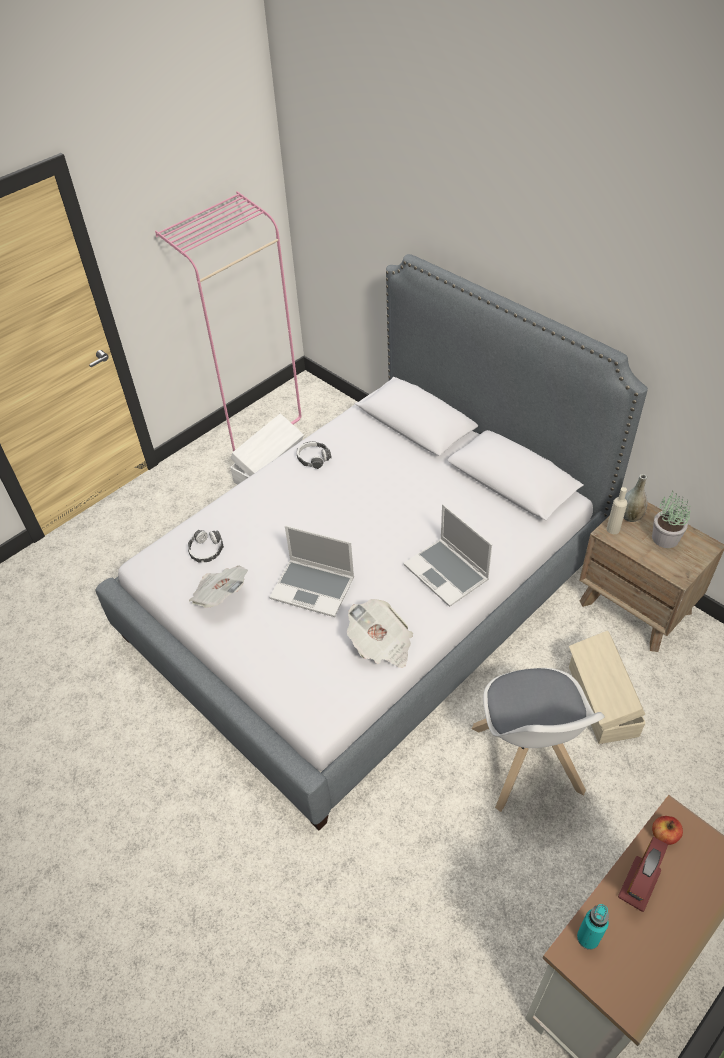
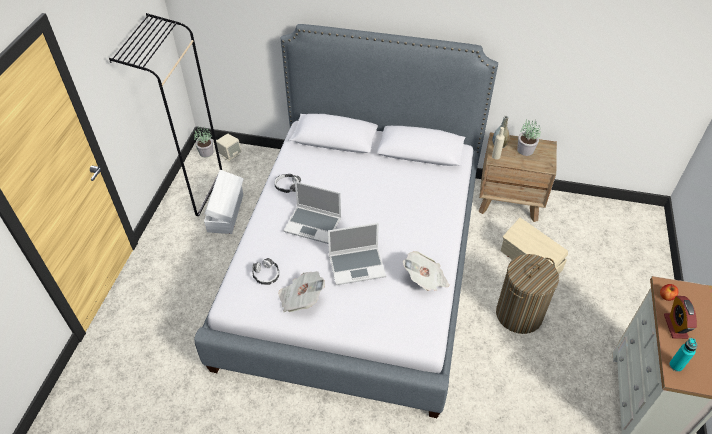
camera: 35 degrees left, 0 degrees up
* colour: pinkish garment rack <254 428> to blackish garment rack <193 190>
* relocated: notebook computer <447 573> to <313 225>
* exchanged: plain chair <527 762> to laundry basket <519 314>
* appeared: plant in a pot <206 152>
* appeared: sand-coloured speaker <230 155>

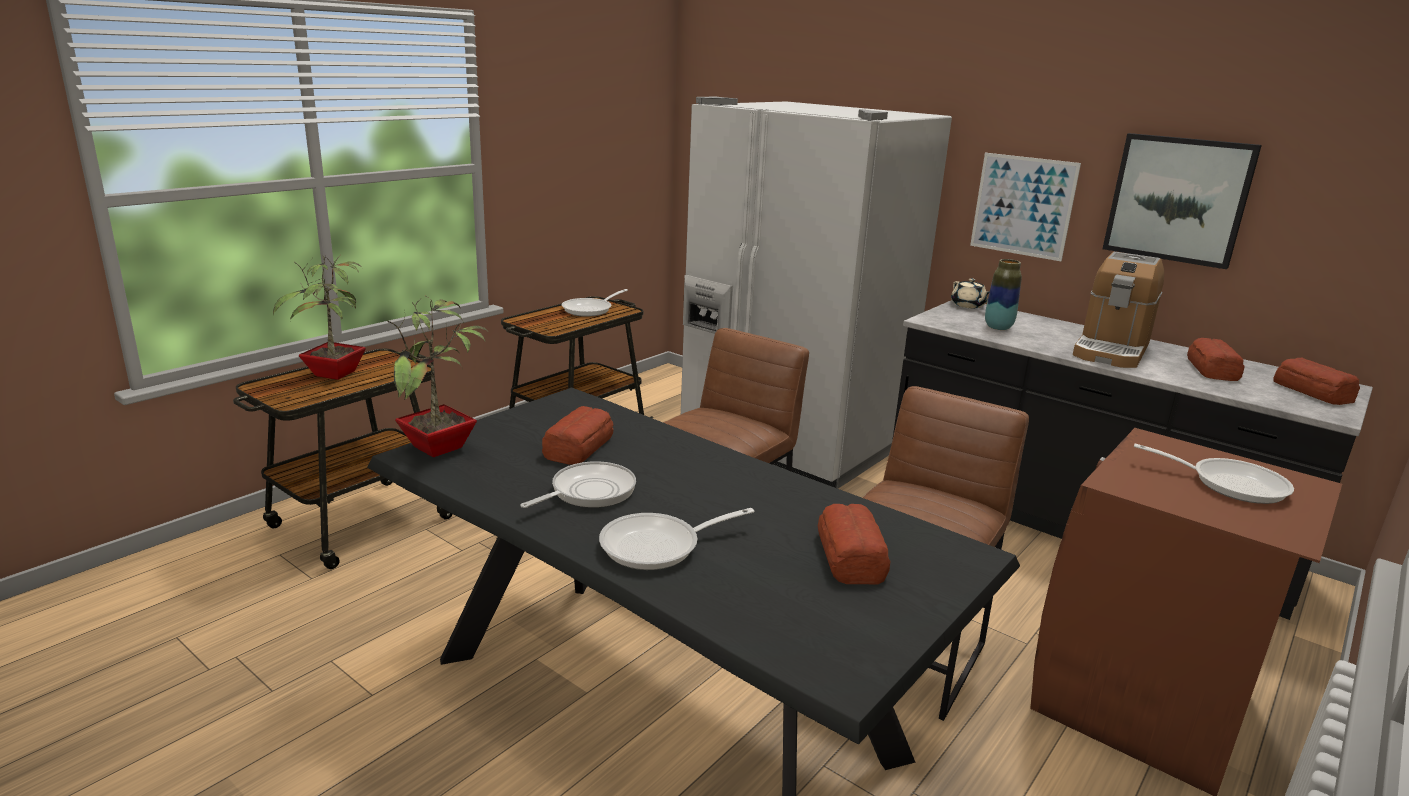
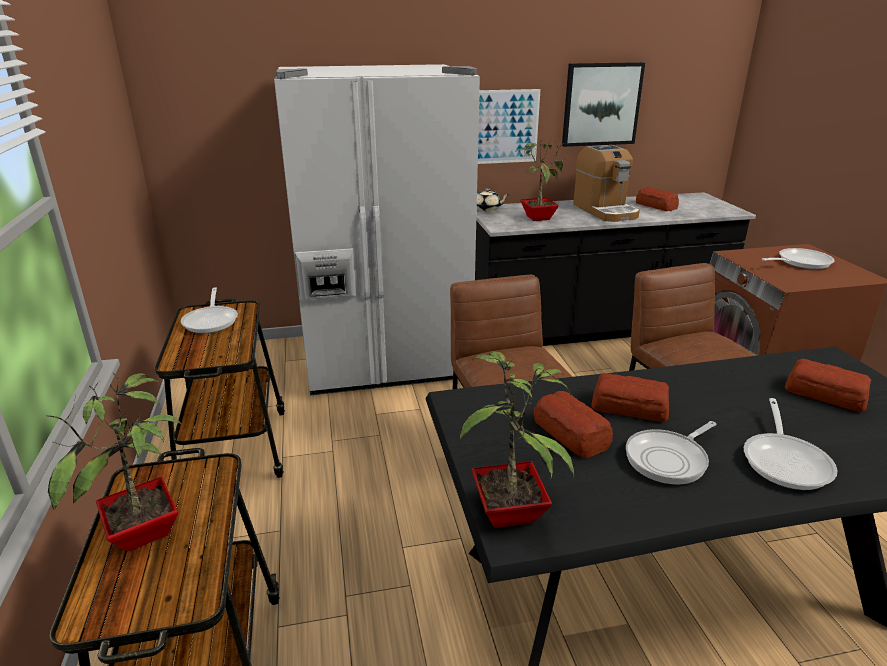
camera: 50 degrees left, 5 degrees up
* exchanged: vase <998 327> to plant in a pot <537 217>
* relocated: baked bread <1312 391> to <628 406>
* spun: frying pan <588 492> = <669 459> 120 degrees counterclockwise

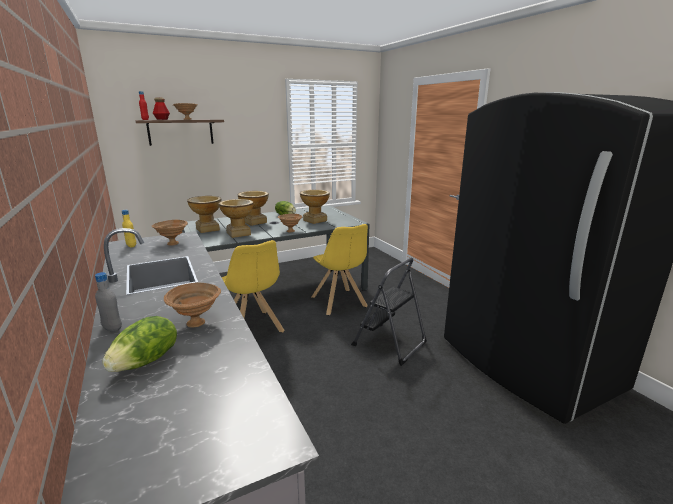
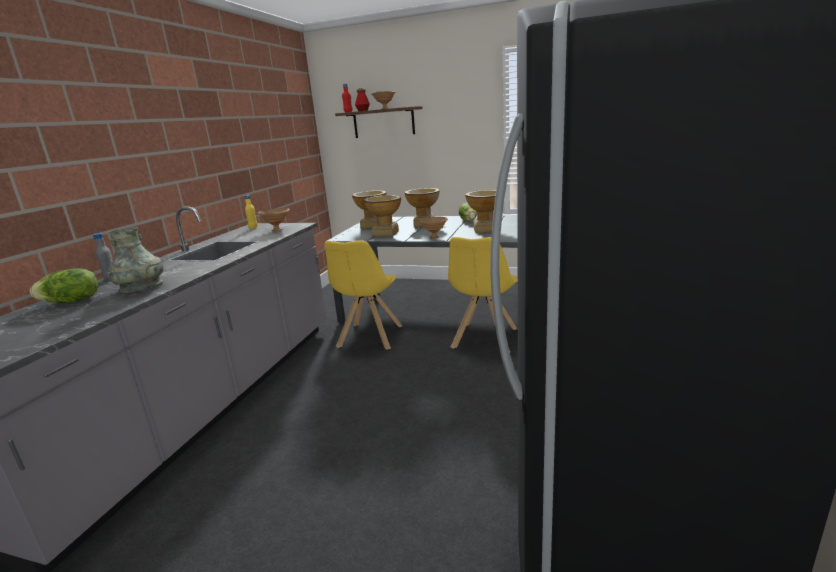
camera: 45 degrees right, 0 degrees up
* missing: blackish step ladder <391 344>
* exchanged: brown serving bowl <197 322> to gray vase <141 287>

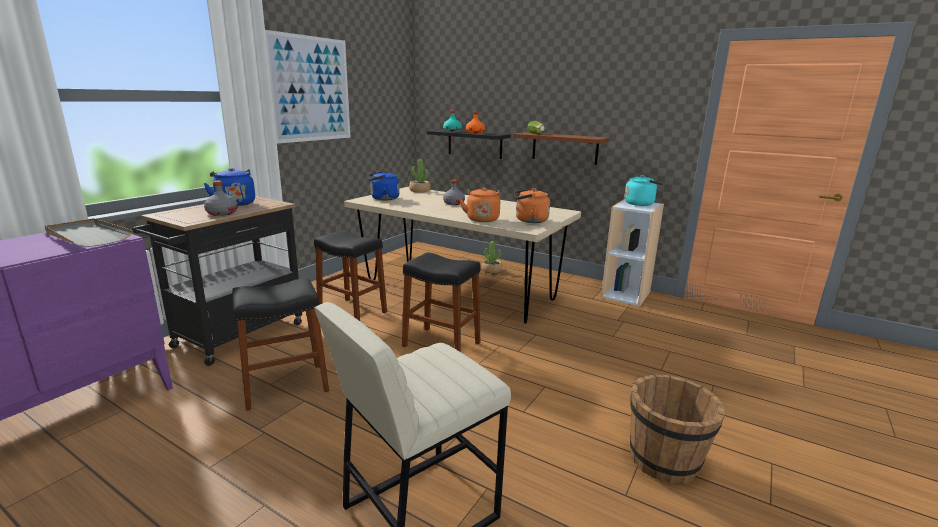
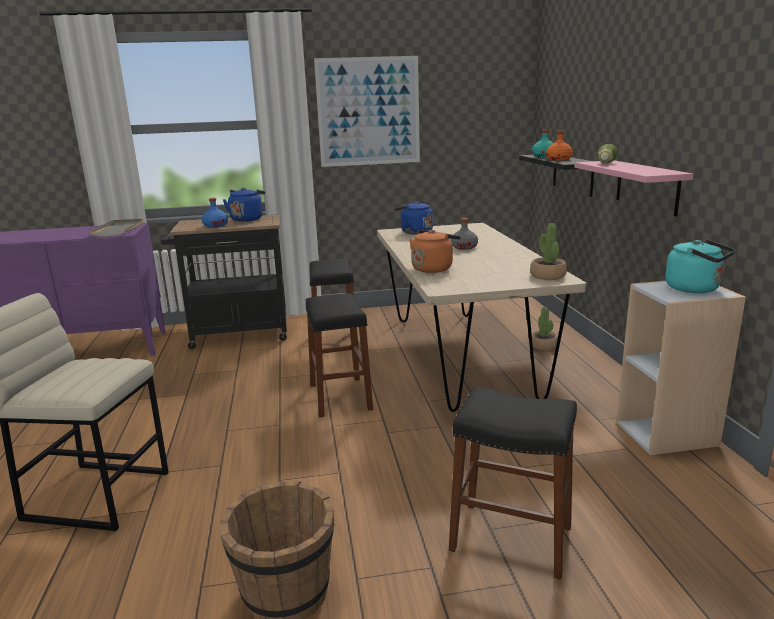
camera: 50 degrees right, 0 degrees up
* colour: brown wall shelf <564 148> to pinkish wall shelf <647 186>
* relocated: plant in a pot <419 191> to <547 276>
* colour: gray bottle <222 213> to blue-coloured bottle <215 225>
* missing: orangey tea kettle <529 220>
* relocated: blackish sitting stool <285 385> to <511 538>

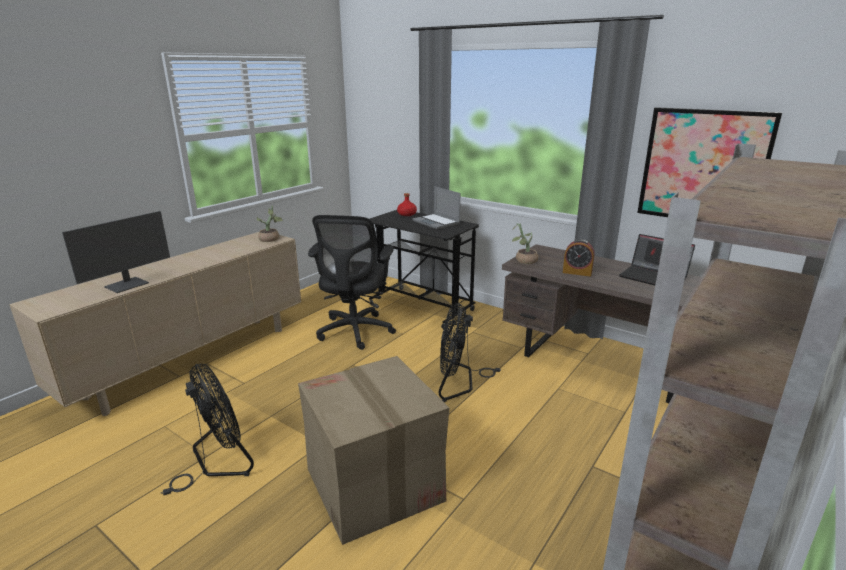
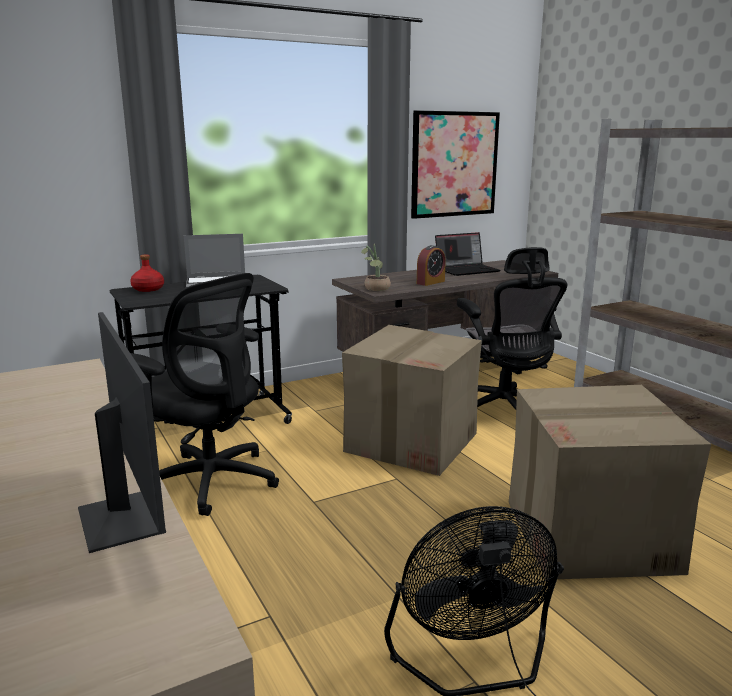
camera: 65 degrees left, 5 degrees down
* missing: plant in a pot <271 240>
* exchanged: blackish electric fan <459 378> to packing box <412 442>
* appeared: desk chair <503 411>

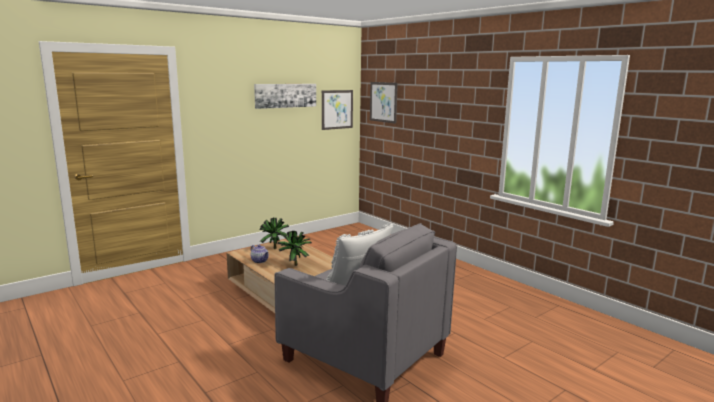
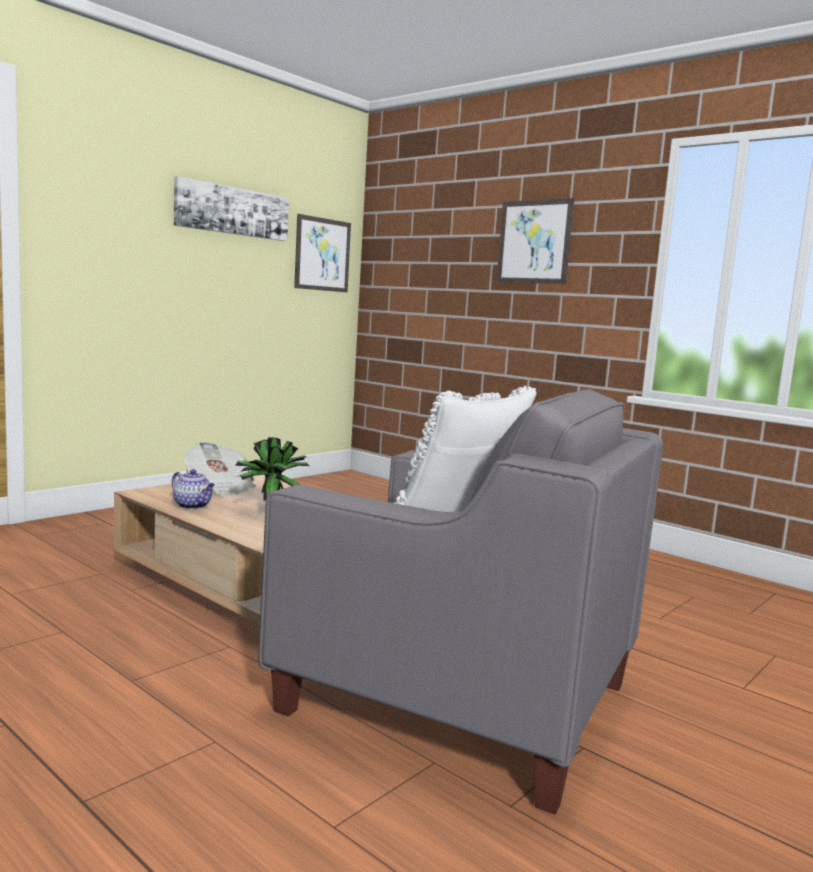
camera: 10 degrees left, 5 degrees down
* relocated: wall picture <383 102> to <534 241>
* exchanged: plant in a pot <275 249> to daily paper <219 488>

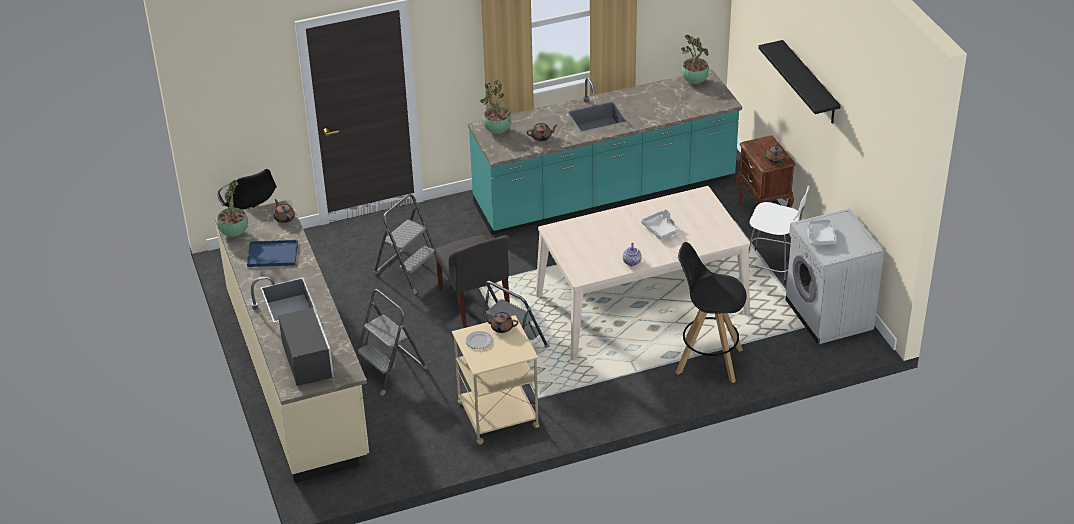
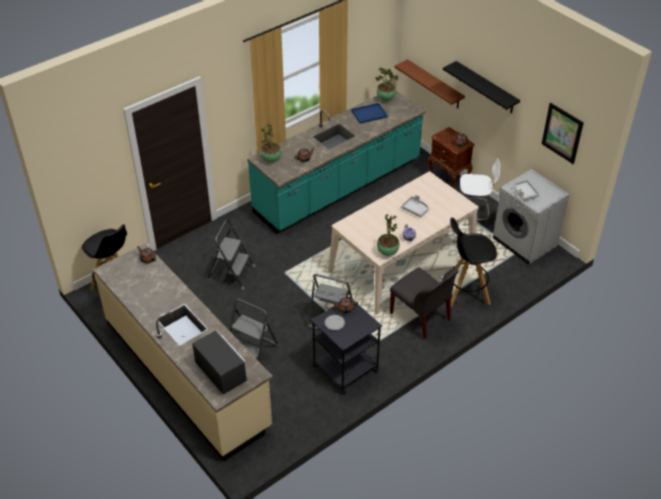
camera: 20 degrees left, 5 degrees up
* relocated: plant in a pot <234 233> to <387 252>
* relocated: gray plain chair <475 302> to <421 317>
* relocated: blue-coloured tray <271 255> to <368 114>
* colour: sand-coloured trolley <497 415> to blackish trolley <345 369>
* appeared: brown wall shelf <434 85>
* appeared: wall picture <562 133>

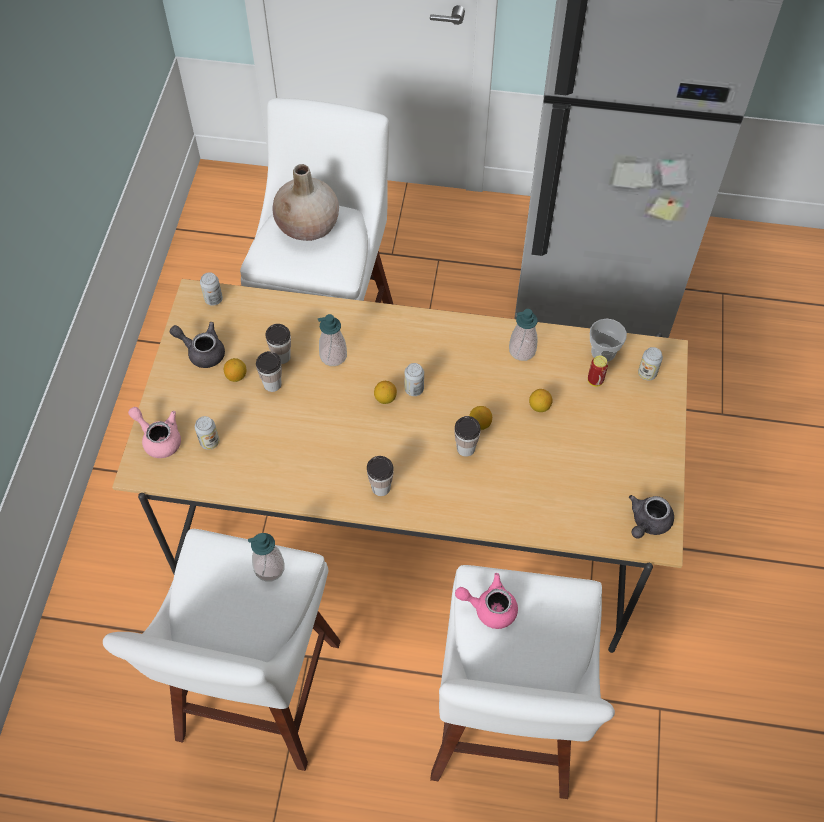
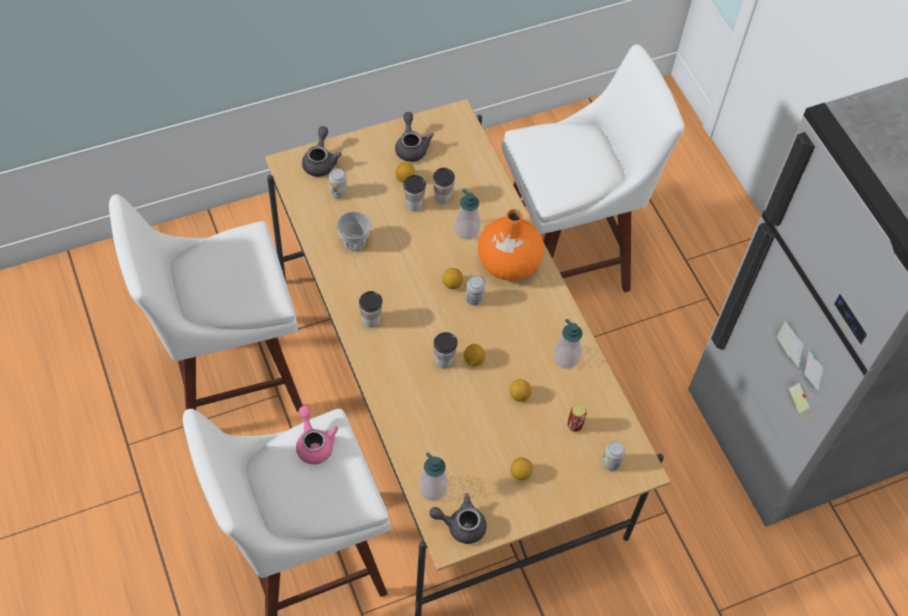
camera: 55 degrees right, 0 degrees up
* missing: sand-coloured vase <308 226>
* missing: can <213 299>
* relocated: cup <603 352> to <354 241>
* colour: pinkish teapot <159 439> to gray teapot <320 161>
* relocated: liquid soap bottle <269 568> to <433 488>
* appeared: orangey vase <508 262>
* appeared: lemon <520 473>

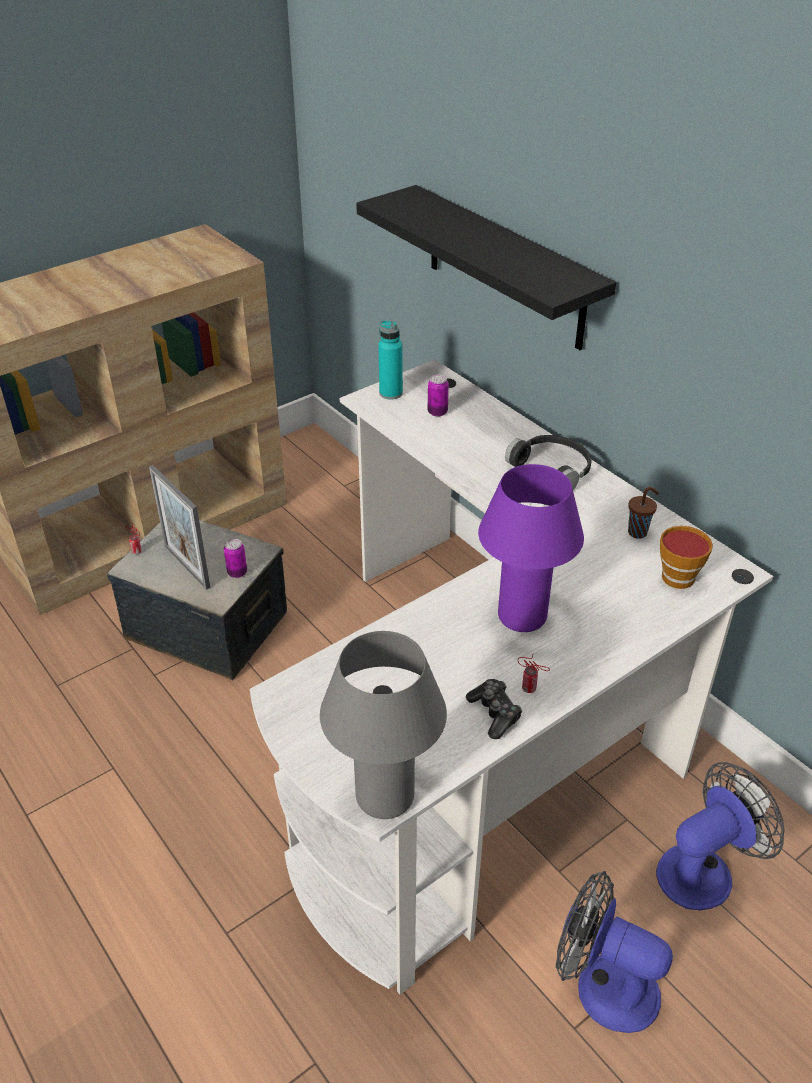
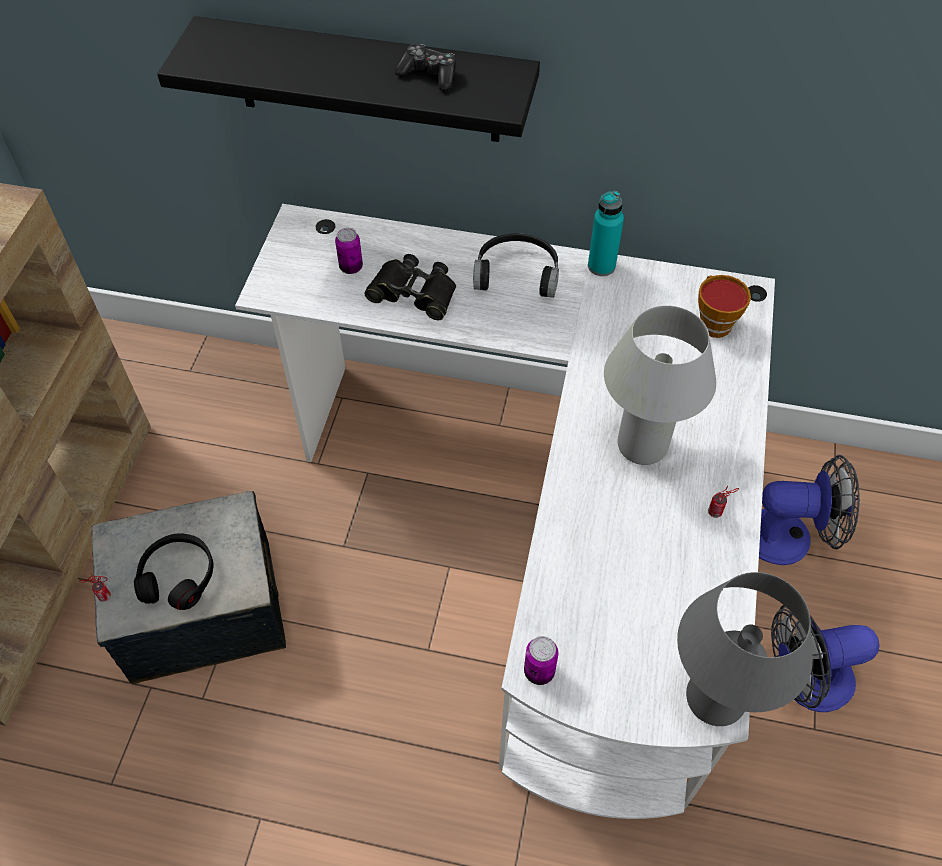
camera: 40 degrees left, 15 degrees up
* relocated: blue-green bottle <391 393> to <601 266>
* colour: purple tabletop lamp <522 616> to white tabletop lamp <642 445>
* exchanged: picture frame <187 566> to blackish pair of headphones <178 576>
* missing: brown cup <638 532>
* relocated: can <237 572> to <539 671>
* relocated: game controller <494 713> to <429 75>
* spun: electric fan <704 870> = <789 537> 75 degrees clockwise
* appeared: blackish binoculars <414 293>

